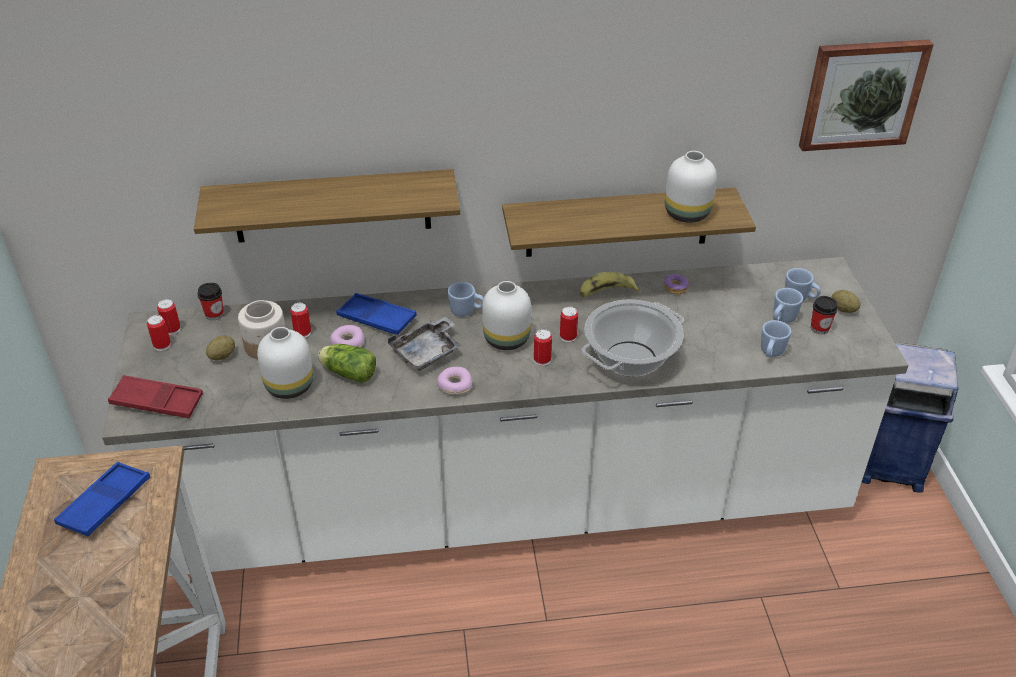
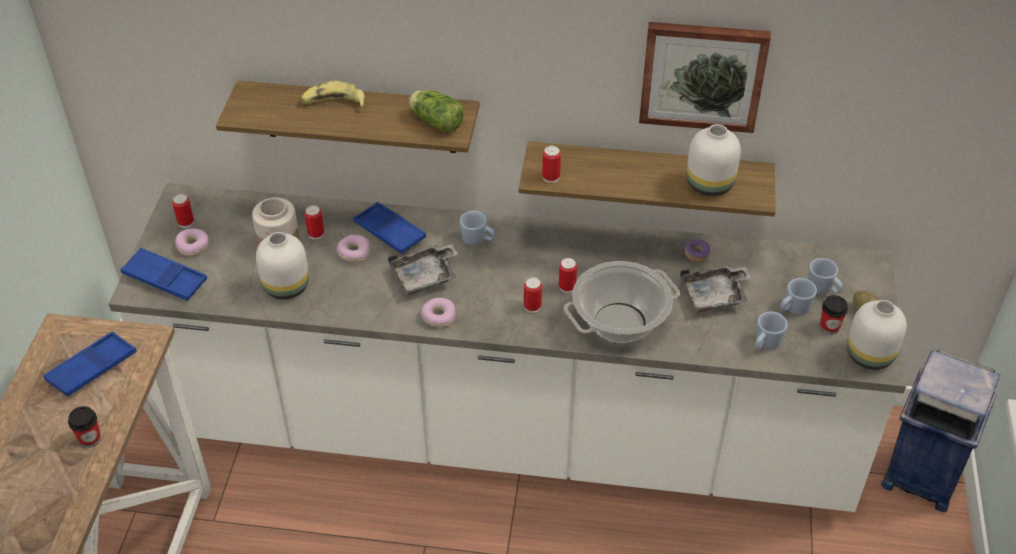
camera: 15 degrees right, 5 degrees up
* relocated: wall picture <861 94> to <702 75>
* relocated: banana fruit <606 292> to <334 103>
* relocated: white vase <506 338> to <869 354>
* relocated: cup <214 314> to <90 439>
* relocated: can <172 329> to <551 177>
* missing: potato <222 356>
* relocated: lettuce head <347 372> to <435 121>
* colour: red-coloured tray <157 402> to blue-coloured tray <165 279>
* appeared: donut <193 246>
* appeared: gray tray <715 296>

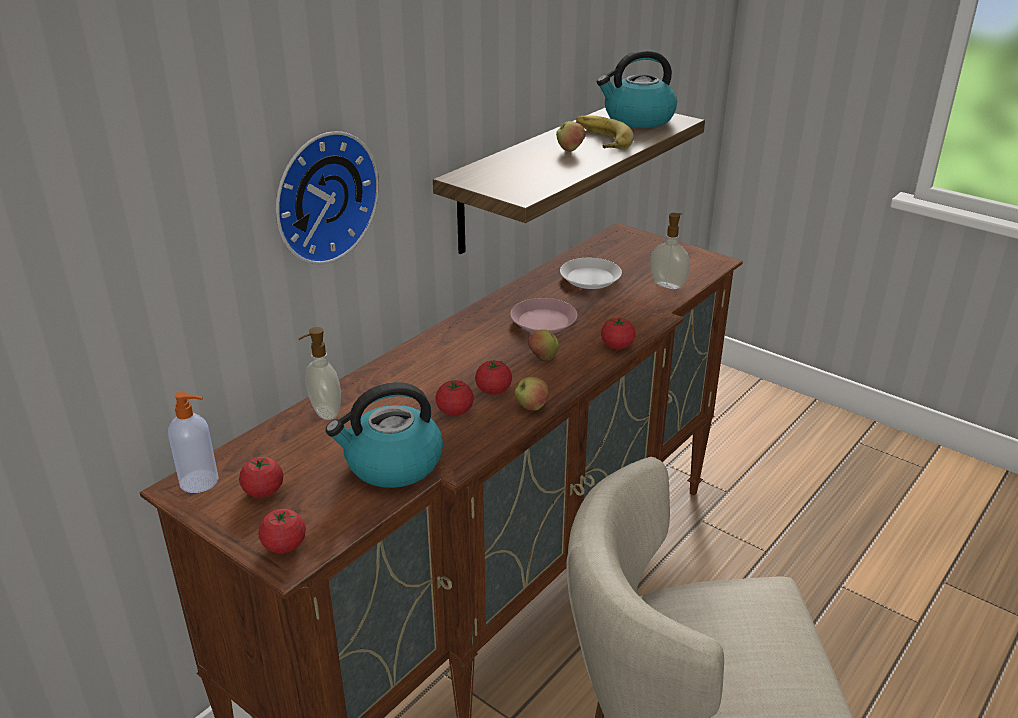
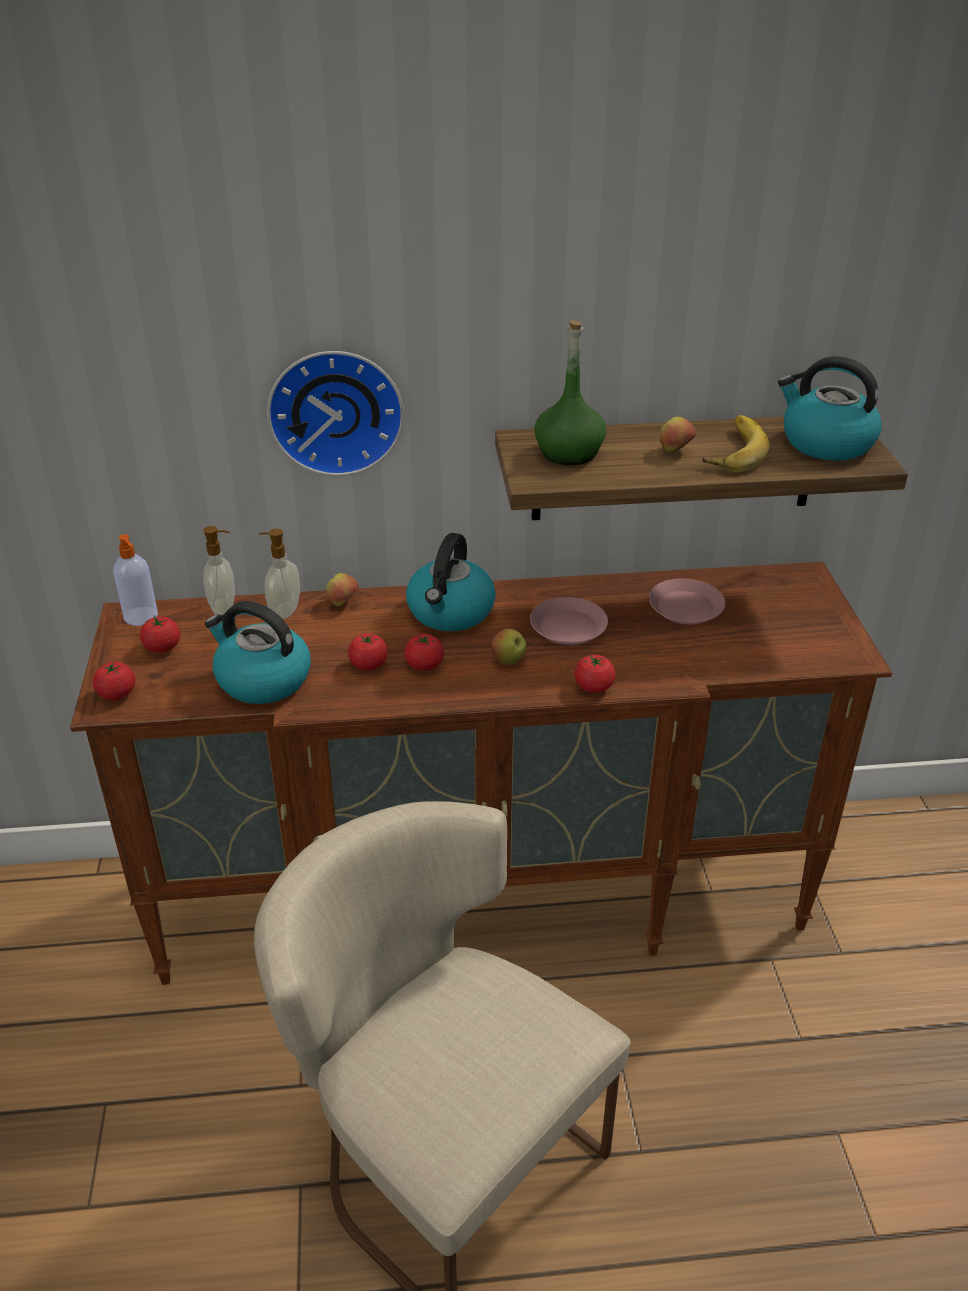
camera: 45 degrees right, 5 degrees up
* relocated: liquid soap bottle <668 284> to <224 608>
* colour: white dinner plate <590 278> to pinkish dinner plate <686 608>
* relocated: whole apple <531 407> to <343 603>
* appeared: green-coloured bottle <569 453>
* appeared: tea kettle <451 612>

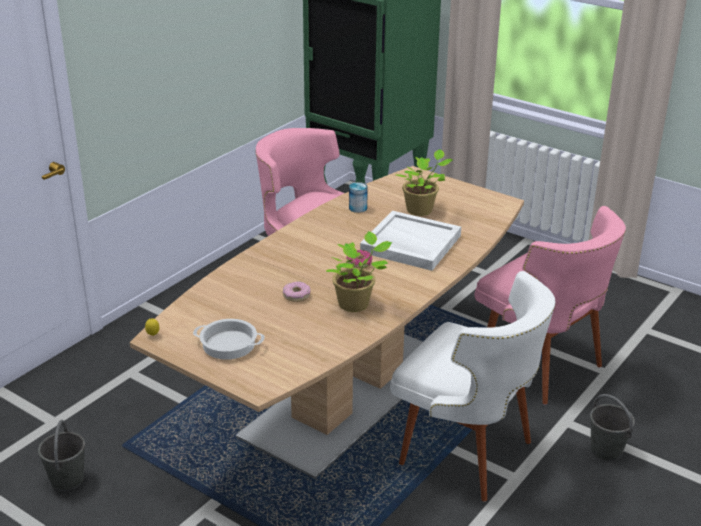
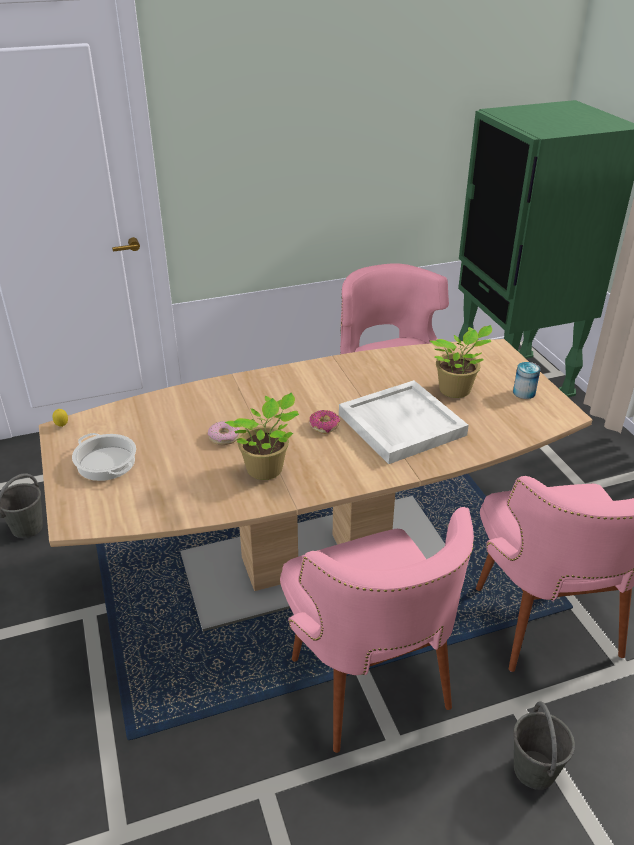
camera: 35 degrees right, 5 degrees up
* relocated: can <358 208> to <524 392>
* colour: white plain chair <465 453> to pinkish plain chair <369 682>

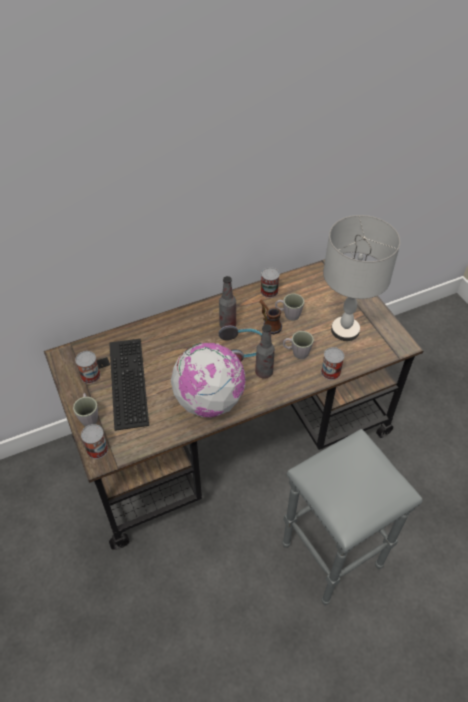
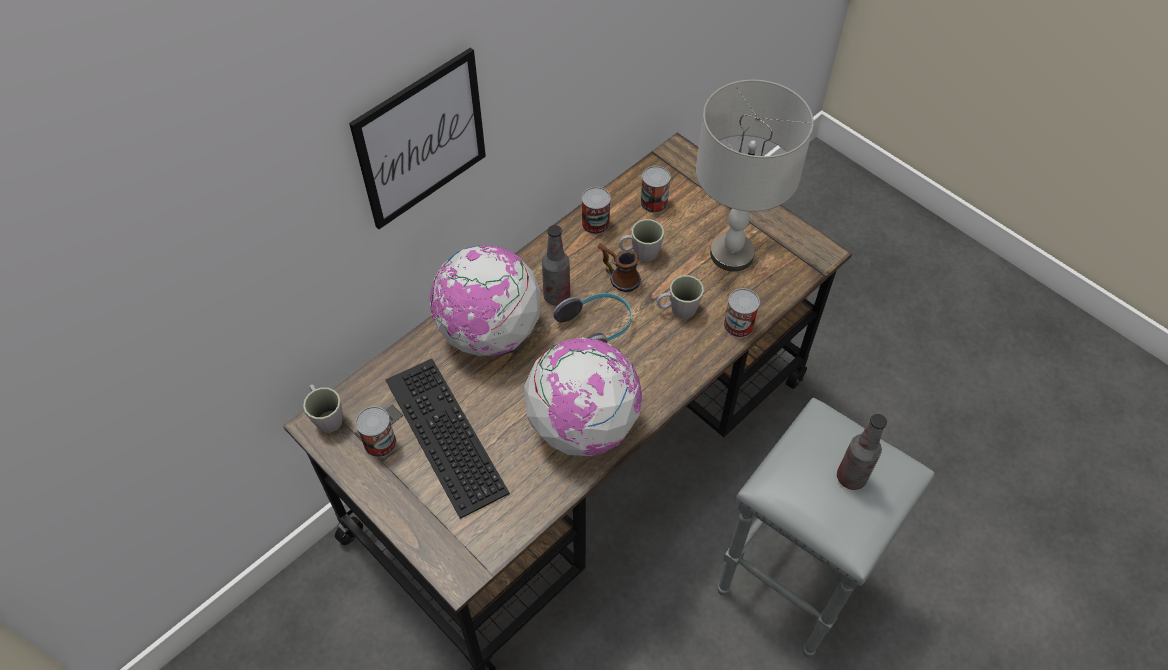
camera: 20 degrees left, 5 degrees up
* relocated: bottle <264 372> to <851 477>
* relocated: gray tea mug <89 416> to <326 416>
* relocated: can <97 449> to <654 202>
* appeared: wall picture <421 139>
* appeared: desk globe <489 332>

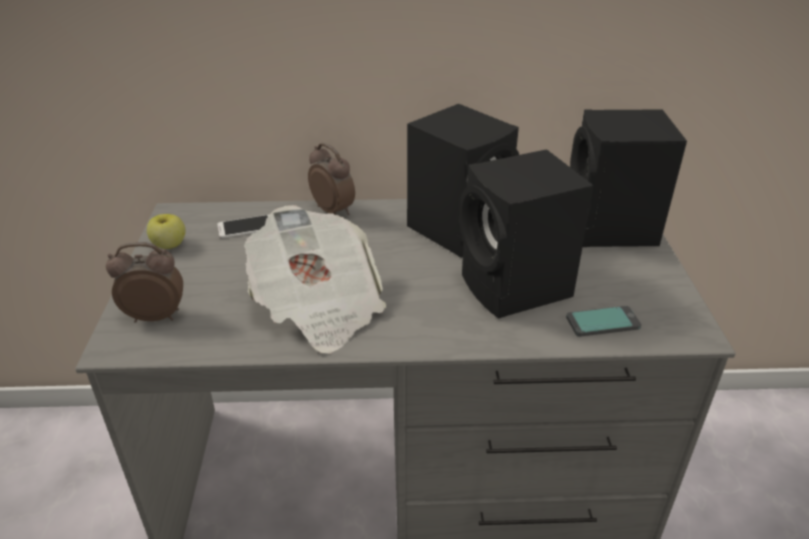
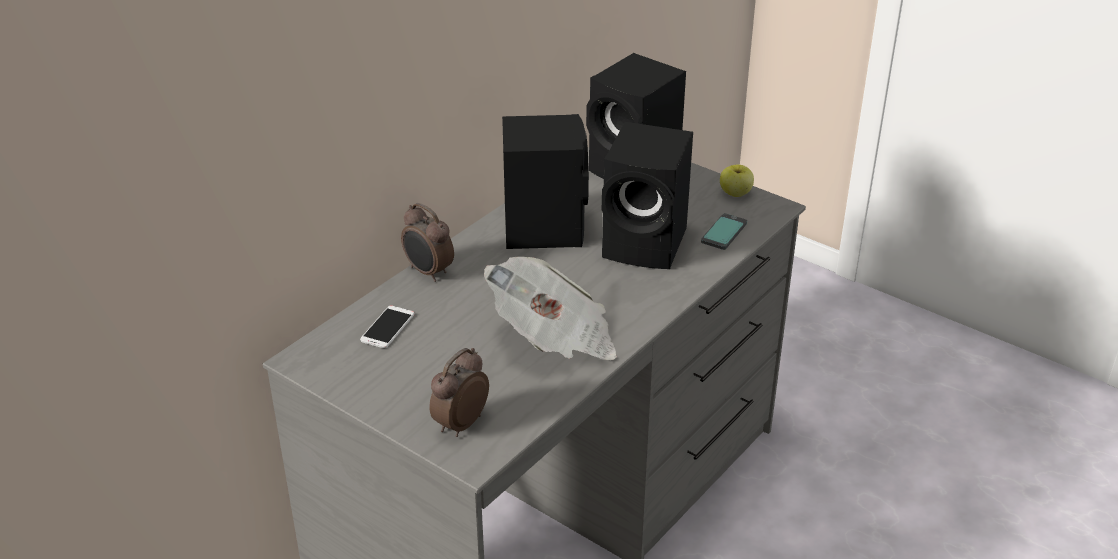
camera: 50 degrees left, 0 degrees up
* spun: bedside clock <333 210> = <428 272> 135 degrees counterclockwise
* relocated: whole apple <169 245> to <735 193>

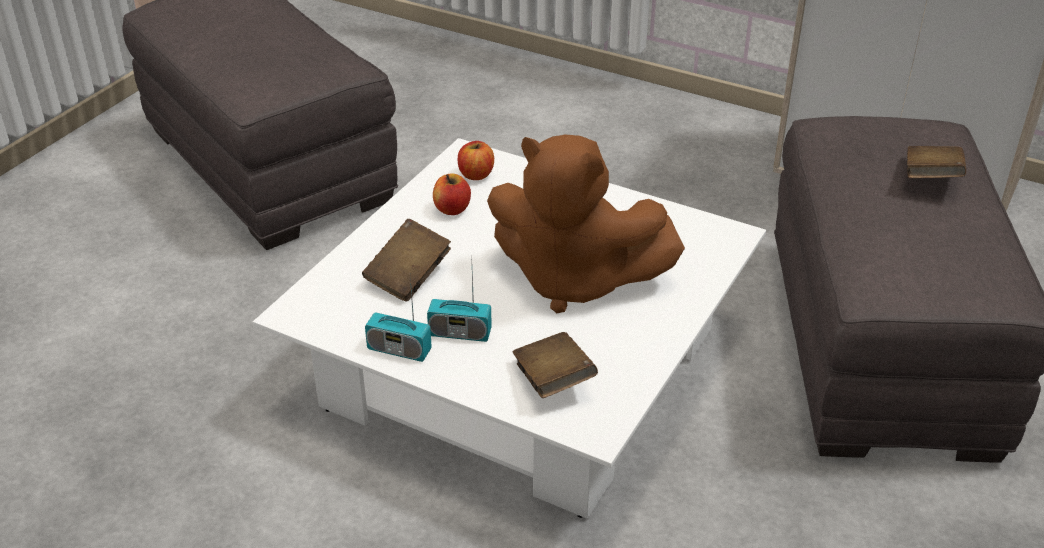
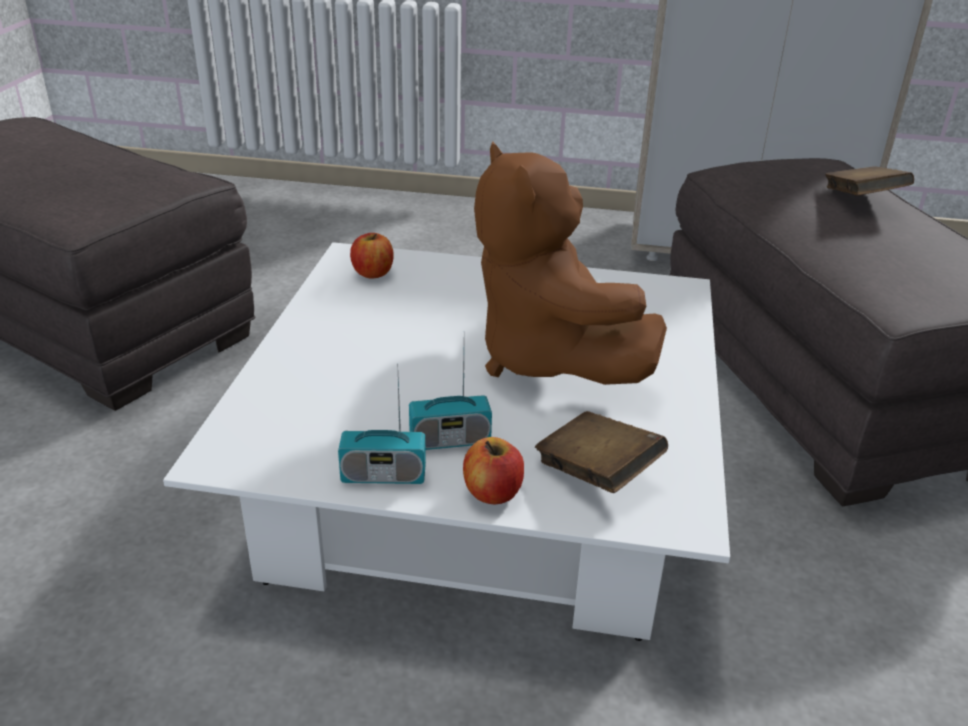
camera: 20 degrees left, 5 degrees down
* spun: brown soft toy <574 280> = <548 358> 60 degrees clockwise
* relocated: whole apple <452 209> to <493 492>
* missing: brown bound book <408 276>

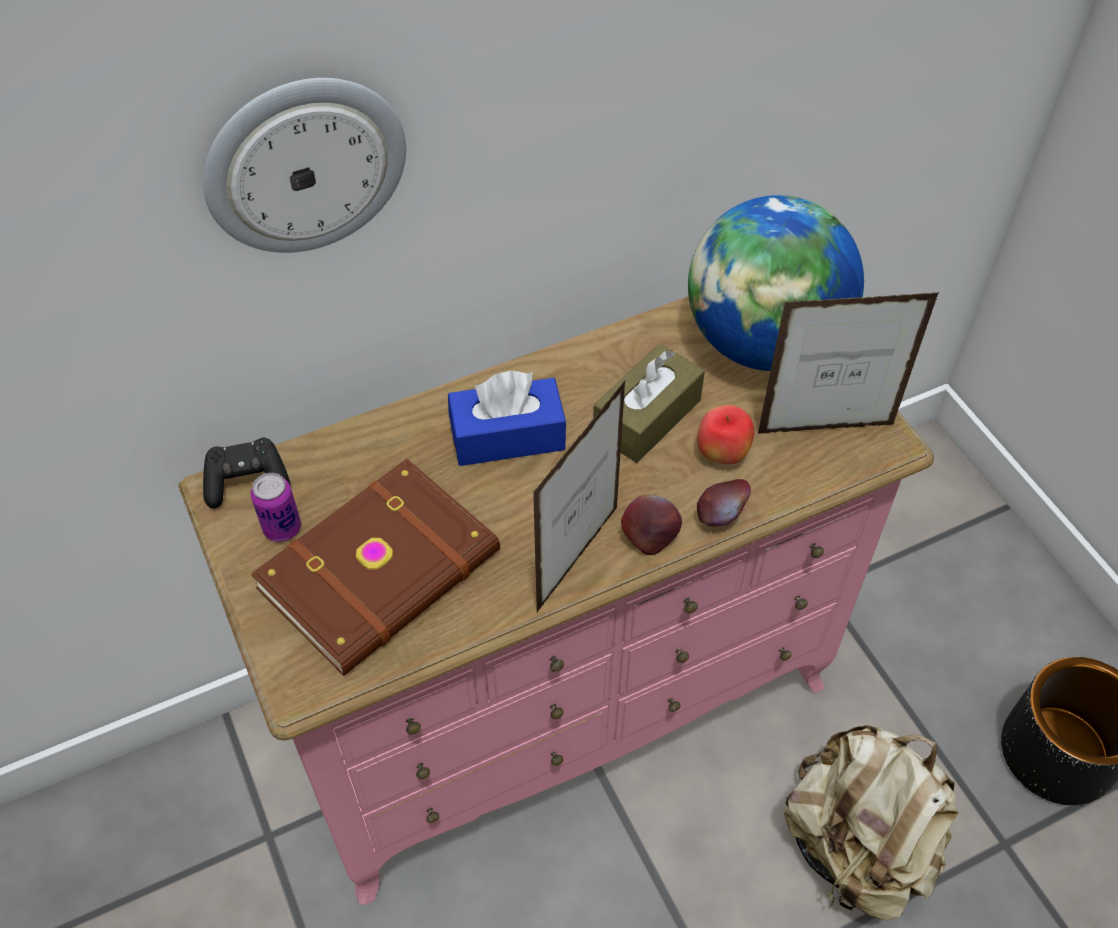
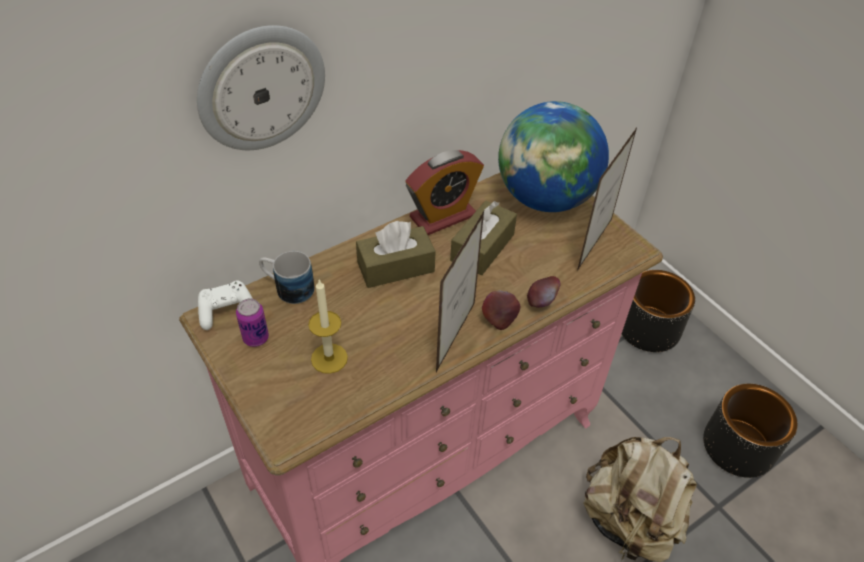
camera: 10 degrees left, 5 degrees down
* spun: picture frame <826 429> = <594 244> 45 degrees counterclockwise
* colour: blue-coloured tissue holder <507 436> to brown tissue holder <395 267>
* missing: whole apple <722 454>
* colour: blackish game controller <247 482> to white game controller <227 311>
* exchanged: brown bound book <383 572> to wax light <329 358>
* appeared: bedside clock <443 216>
* appeared: tea mug <288 288>
* appeared: blackish planter <649 329>

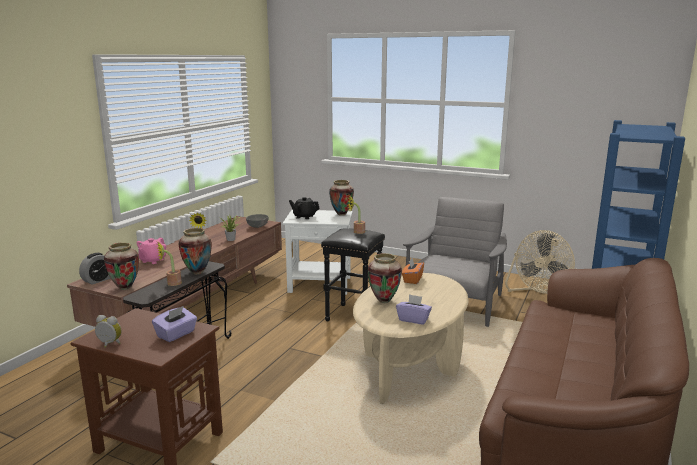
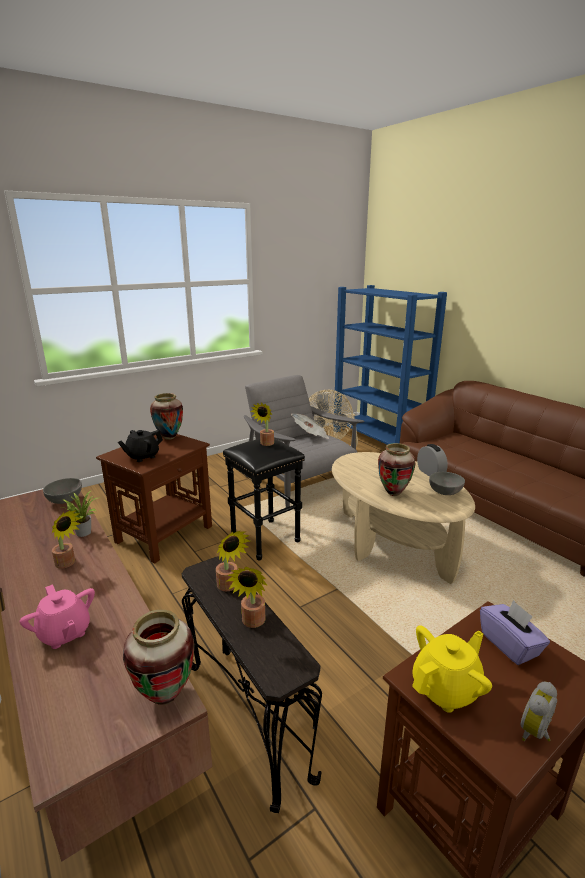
camera: 60 degrees left, 5 degrees up
* colour: white accent table <320 284> to brown accent table <165 533>
* exchanged: vase <197 272> to plant in a pot <229 586>
* relocated: bedside clock <98 280> to <430 473>
* missing: orangey tissue holder <412 279>
* exchanged: purple tissue holder <413 319> to gray serving bowl <445 493>
* appeared: daily paper <310 435>
* appeared: yellow teapot <446 689>

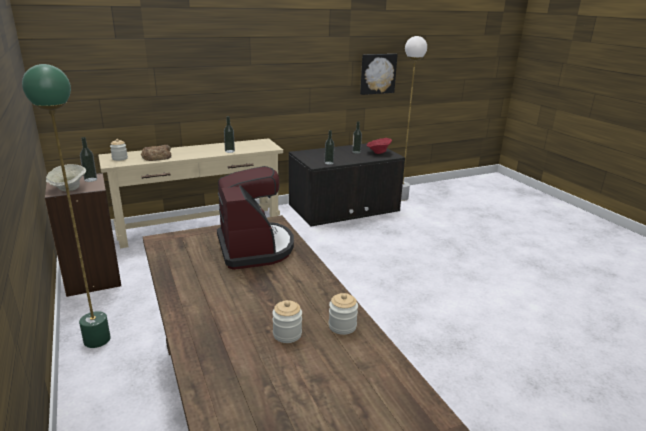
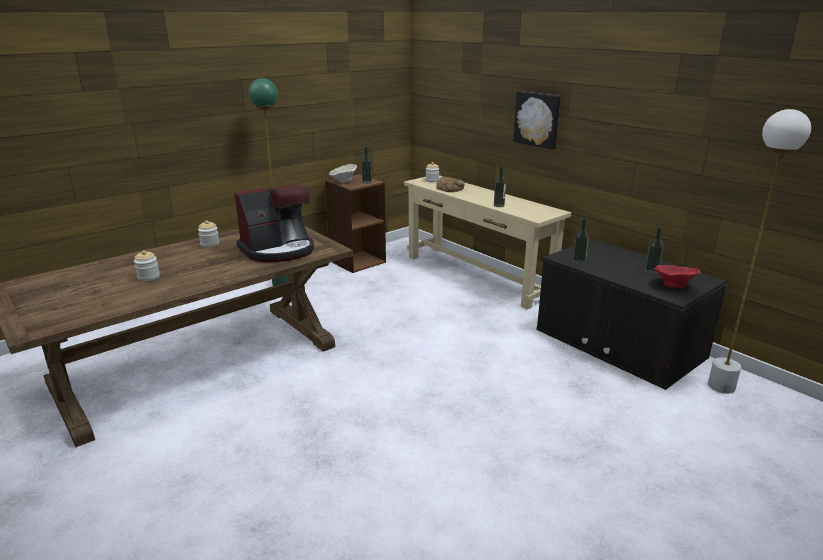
camera: 75 degrees right, 0 degrees up
* relocated: wall picture <377 73> to <537 119>
* relocated: storage jar <342 326> to <210 244>

